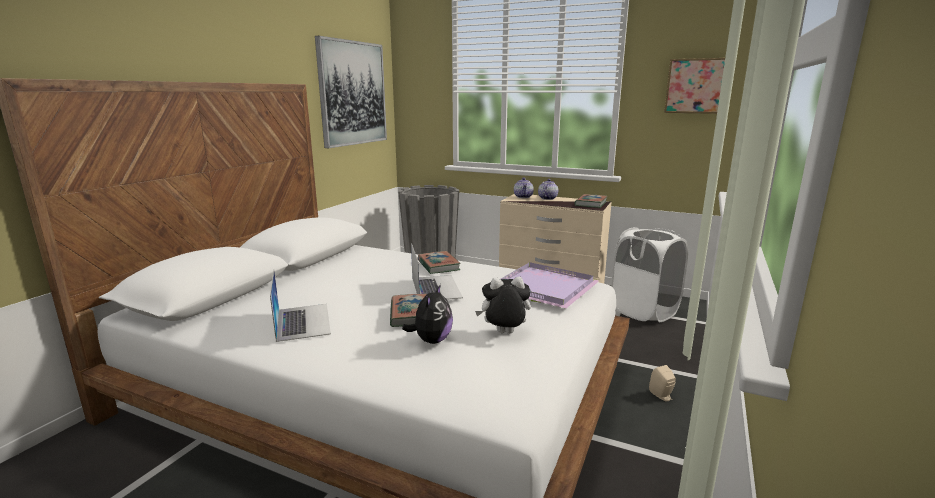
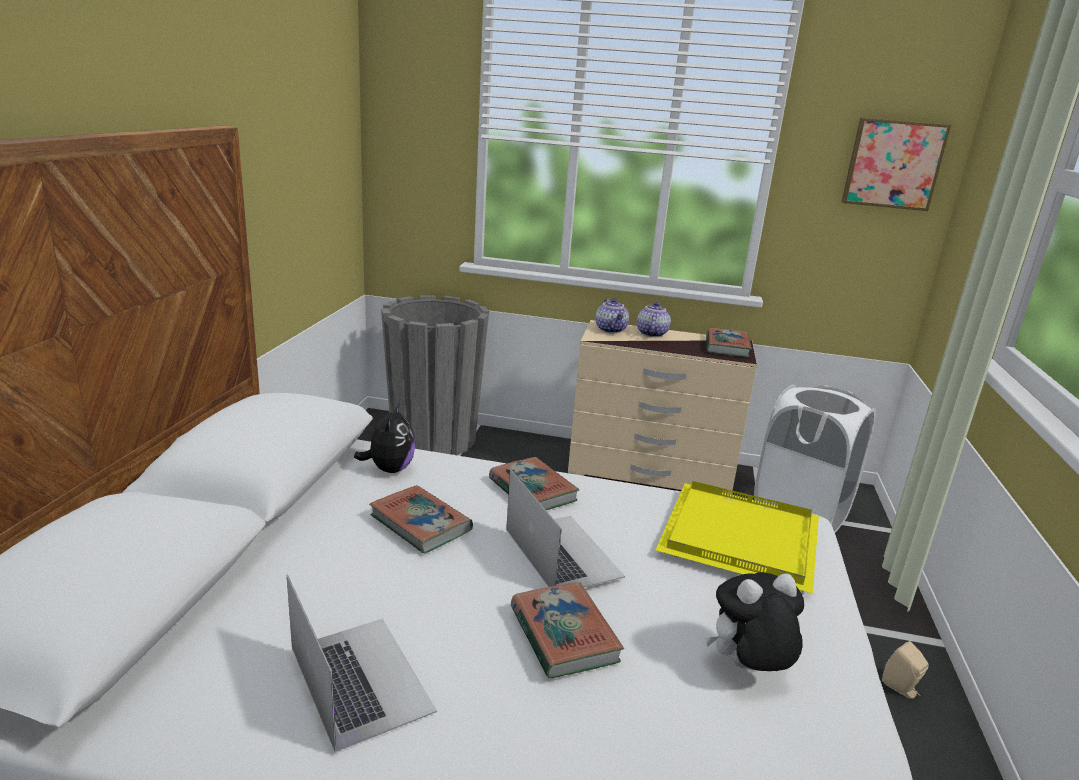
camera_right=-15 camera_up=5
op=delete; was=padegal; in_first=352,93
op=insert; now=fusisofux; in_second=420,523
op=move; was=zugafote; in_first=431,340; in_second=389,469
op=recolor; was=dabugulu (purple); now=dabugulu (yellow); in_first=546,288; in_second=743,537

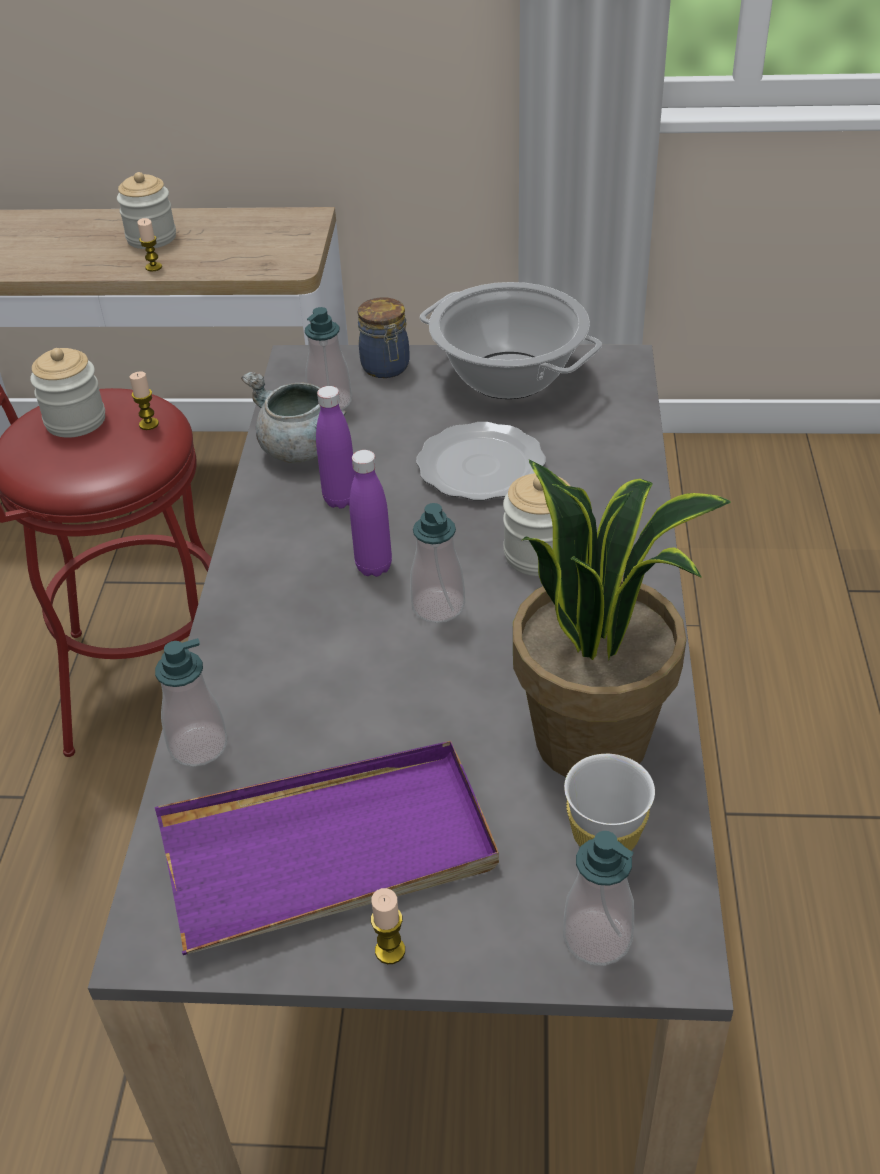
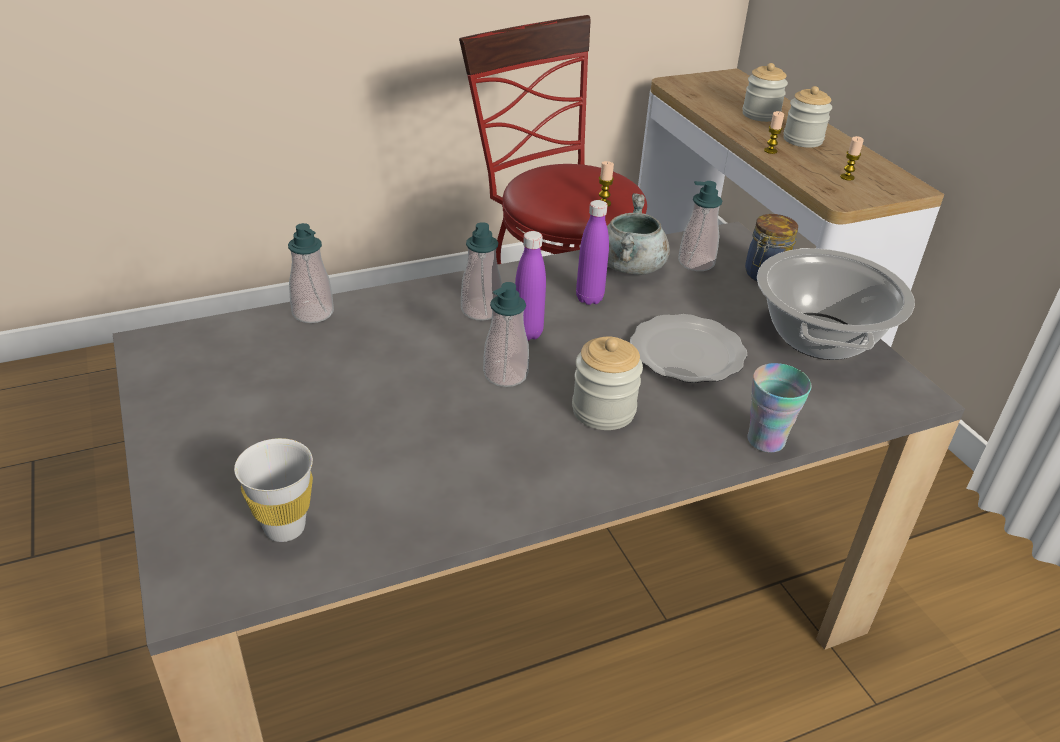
camera_right=60 camera_up=-5
op=delete; was=dabugulu (purple); in_first=328,851
op=delete; was=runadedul; in_first=593,739
op=insert; now=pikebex; in_second=766,440
op=move; was=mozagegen; in_first=75,421; in_second=760,115
op=move; was=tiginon; in_first=390,950; in_second=847,177
op=move; was=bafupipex; in_first=597,937; in_second=481,310

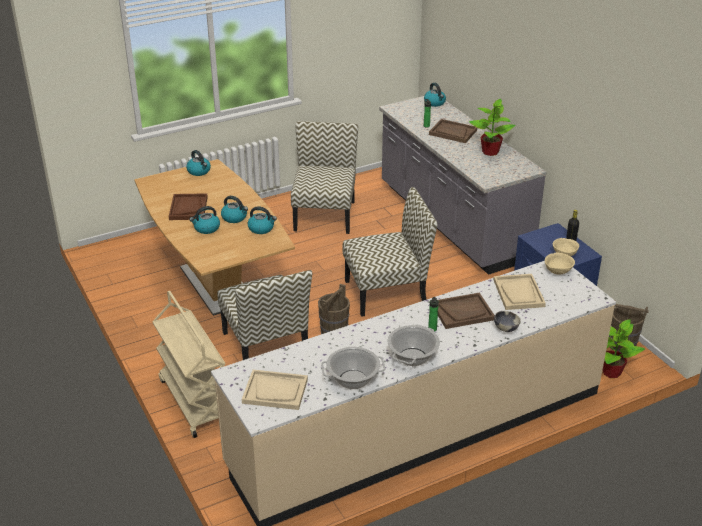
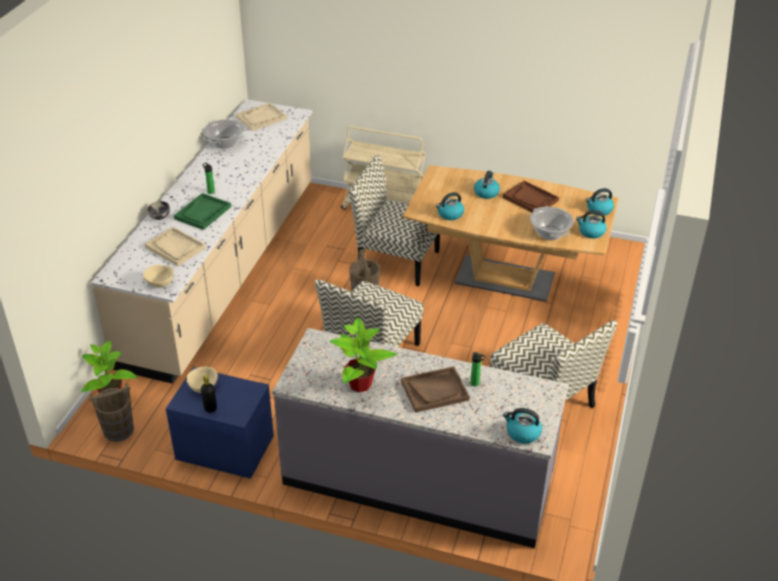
camera_right=135 camera_up=5
op=move; was=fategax; in_first=235,218; in_second=599,210
op=move; was=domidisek; in_first=412,357; in_second=550,233
op=recolor; was=dabugulu (brown); now=dabugulu (green); in_first=462,312; in_second=203,213

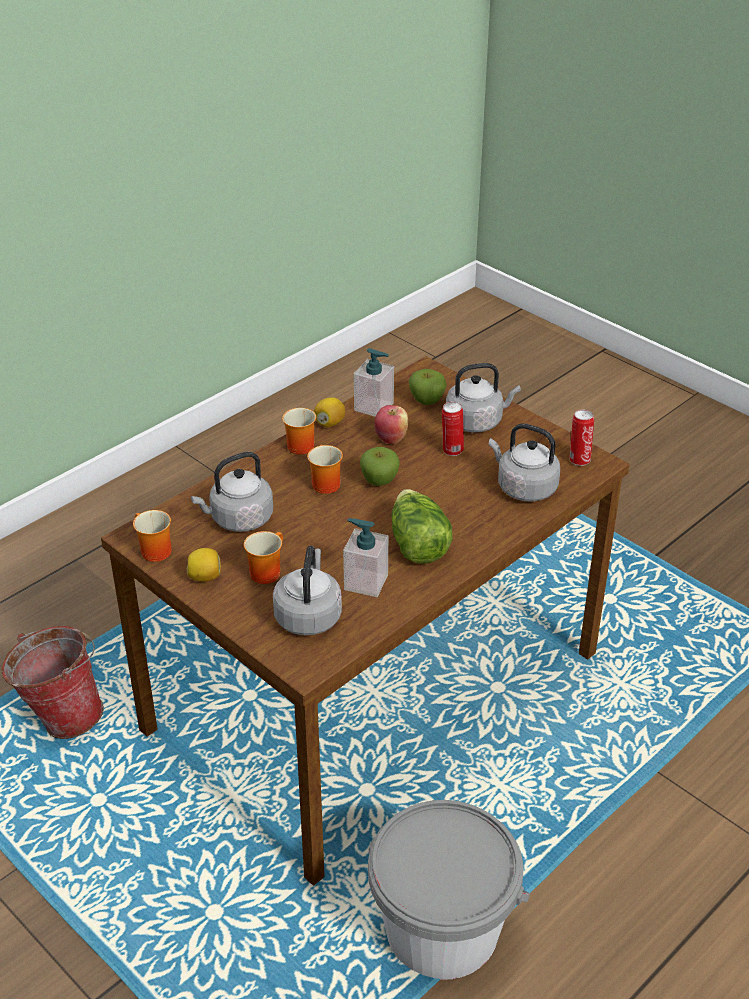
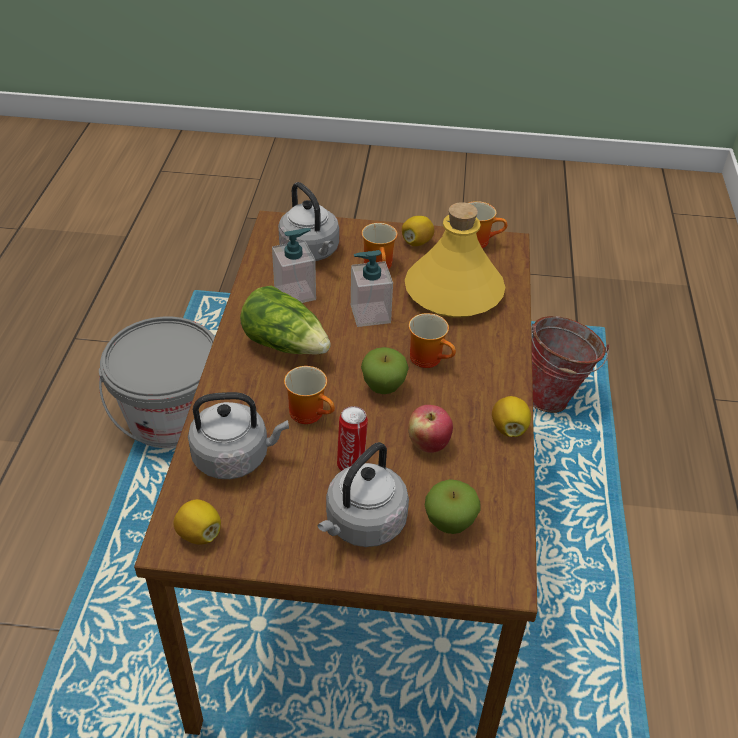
camera_right=140 camera_up=5
op=move; was=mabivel; in_first=298,445; in_second=311,412
op=move; was=bafupipex; in_first=374,407; in_second=370,314
op=replace; was=fategax (grey); now=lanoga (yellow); in_first=238,519; in_second=453,291
op=replace; was=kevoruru; now=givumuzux; in_first=579,460; in_second=199,533

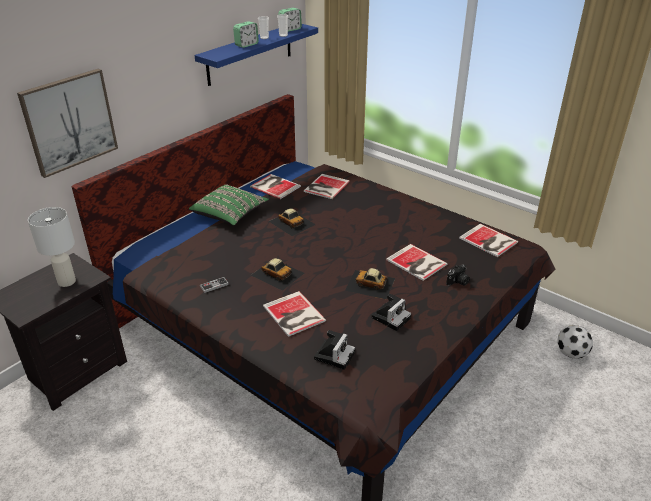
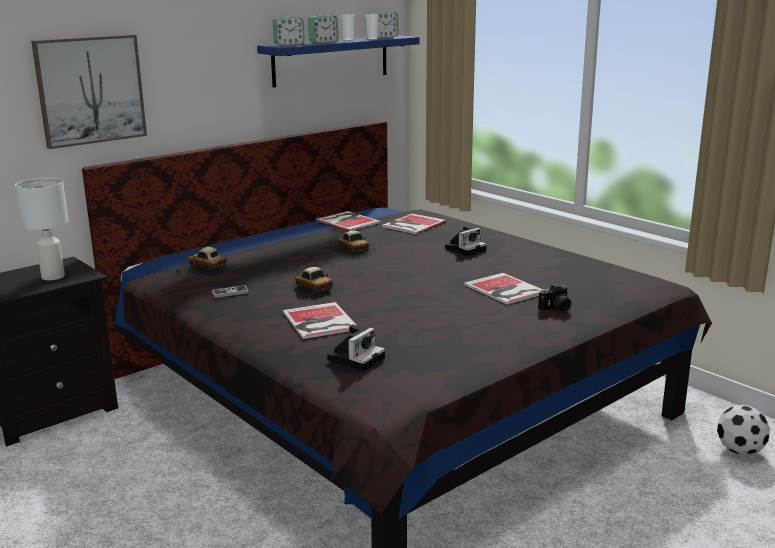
camera_right=10 camera_up=-15
op=delete; was=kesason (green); in_first=230,214
op=delete; was=fusisofux; in_first=489,241
op=insert; now=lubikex; in_second=289,44
op=move; was=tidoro; in_first=370,284; in_second=207,267
op=move; was=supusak; in_first=391,317; in_second=466,249

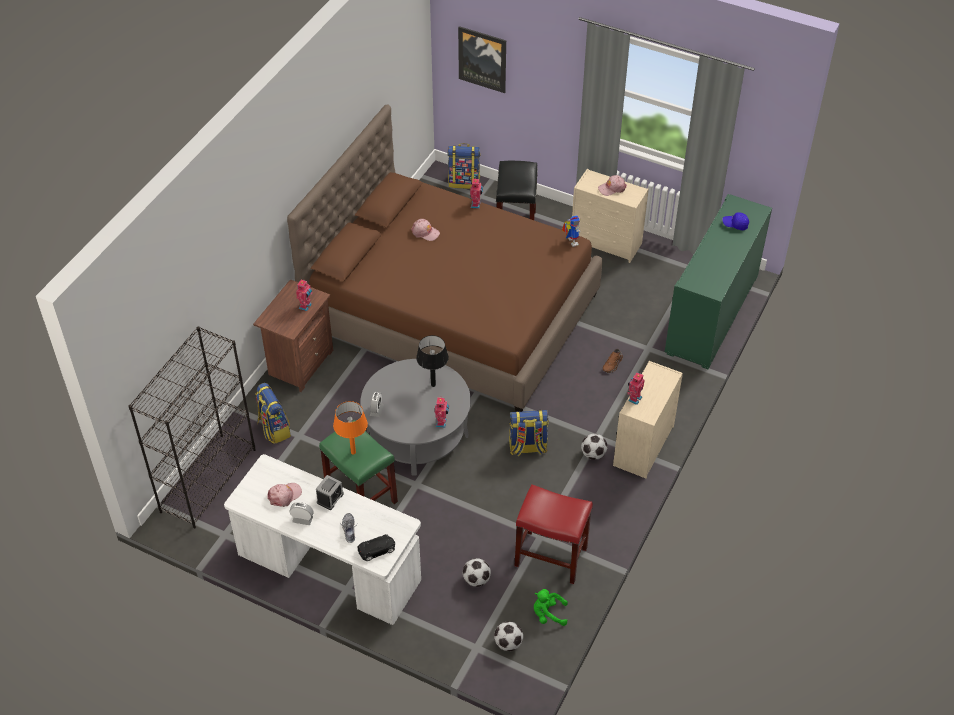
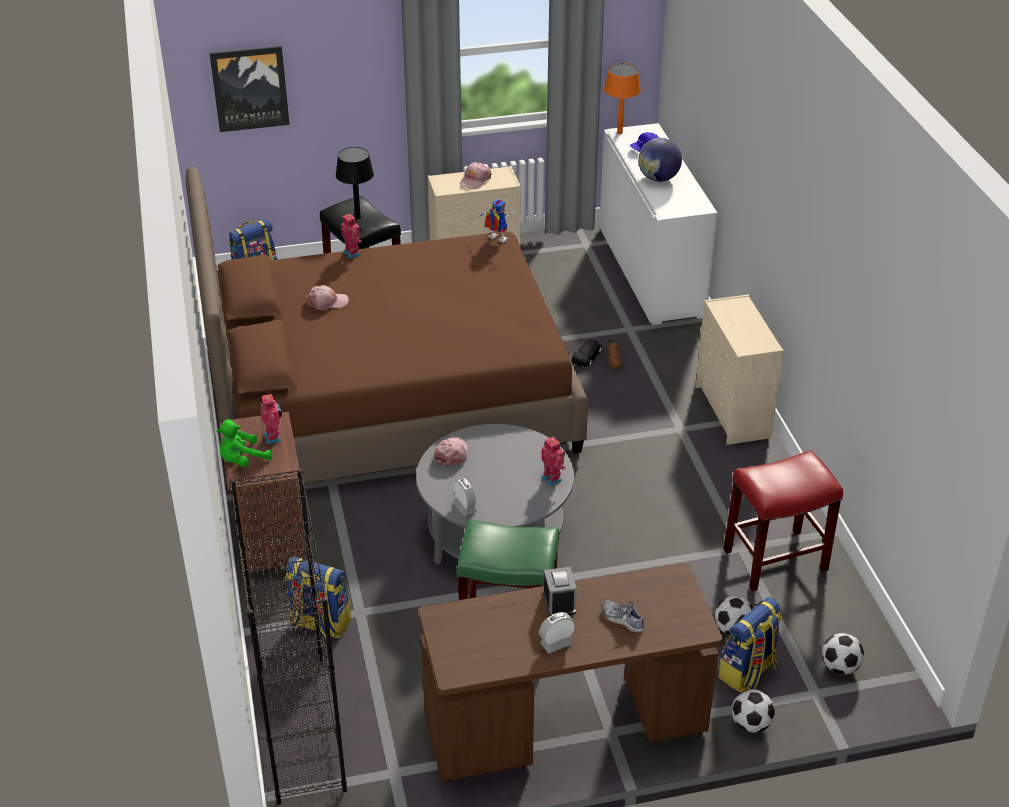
camera_right=-40 camera_up=-10
op=delete; was=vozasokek; in_first=634,398
op=insert; now=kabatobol; in_second=658,178
op=move; was=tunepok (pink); in_first=284,495; in_second=451,454
op=move; was=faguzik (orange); in_first=353,452; in_second=619,132
op=move; was=tidoro (black); in_first=377,550; in_second=586,357
op=move; was=faguzik (black); in_first=433,385; in_second=357,218
op=move; was=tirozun; in_first=527,447; in_second=748,672
op=move; was=zugafote (green); in_first=548,614; in_second=242,460
op=move; was=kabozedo; in_first=593,454; in_second=751,724
op=recolor; was=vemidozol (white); now=vemidozol (brown); in_first=329,569; in_second=565,725
op=recolor; was=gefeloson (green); now=gefeloson (white); in_first=712,314; in_second=650,272

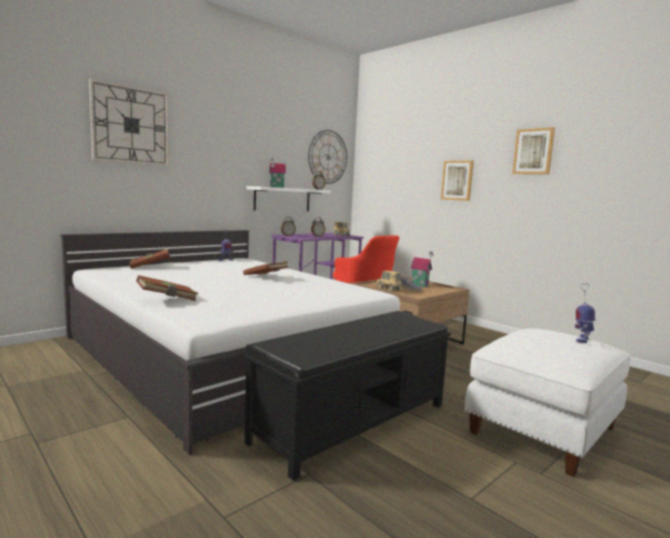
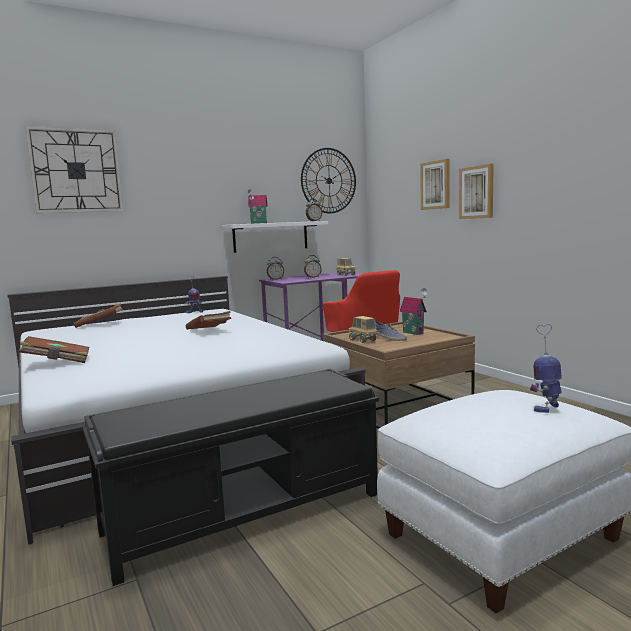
camera_right=15 camera_up=0
op=move; was=padegal; in_first=533,151; in_second=435,185

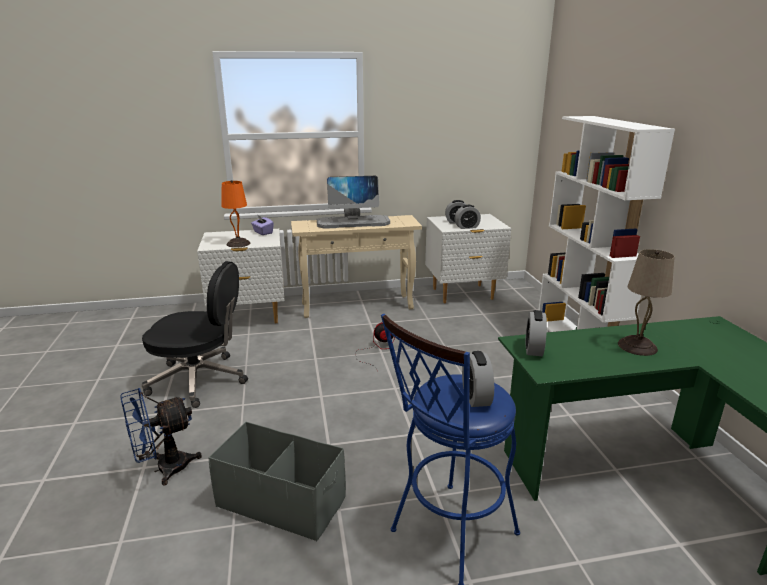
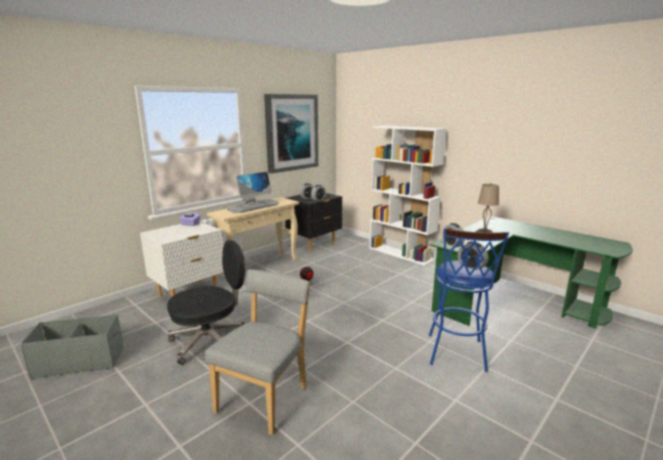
camera_right=-35 camera_up=-5
op=delete; was=faguzik (orange); in_first=237,244
op=insert; now=padegal; in_second=291,132
op=move; was=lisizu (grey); in_first=281,501; in_second=80,361
op=replace; was=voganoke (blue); now=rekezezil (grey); in_first=164,469; in_second=265,397
op=recolor; was=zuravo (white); now=zuravo (black); in_first=463,294; in_second=314,245

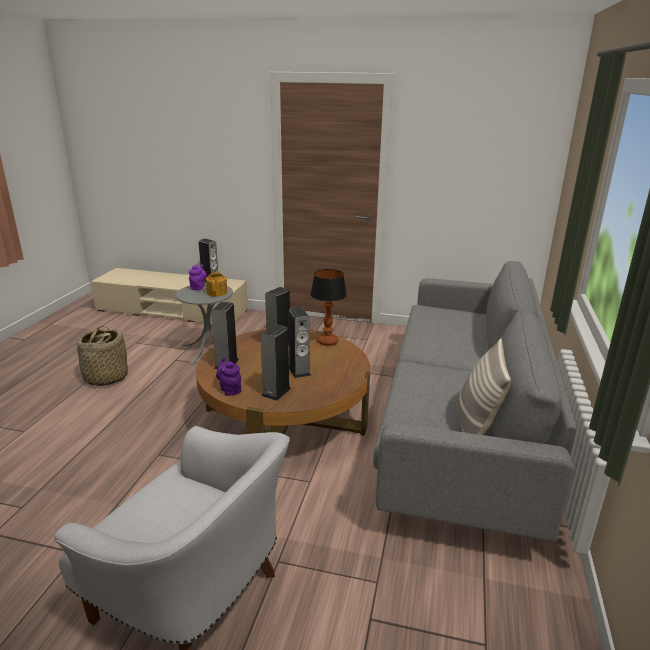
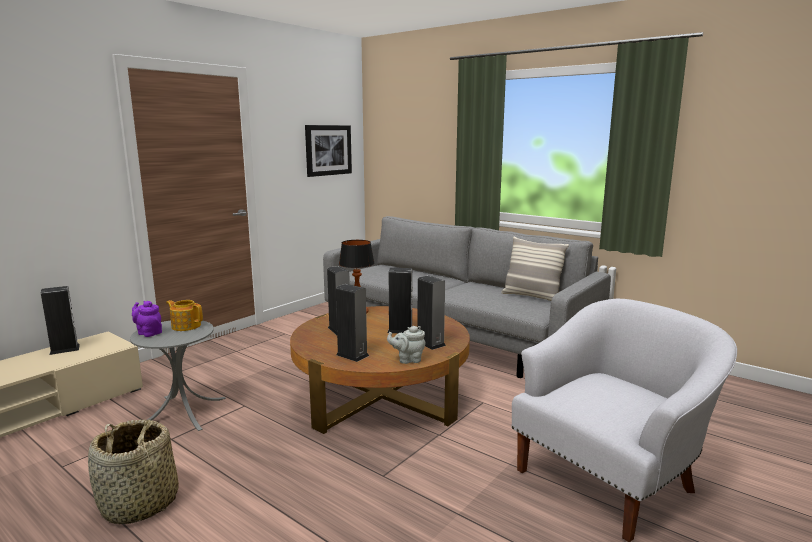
camera_right=-65 camera_up=-10
op=insert; now=padegal; in_second=328,150
op=recolor; was=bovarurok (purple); now=bovarurok (grey); in_first=230,389; in_second=408,360

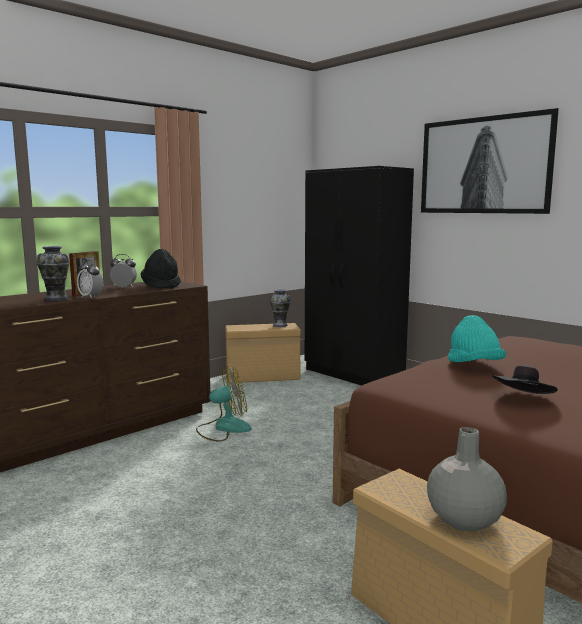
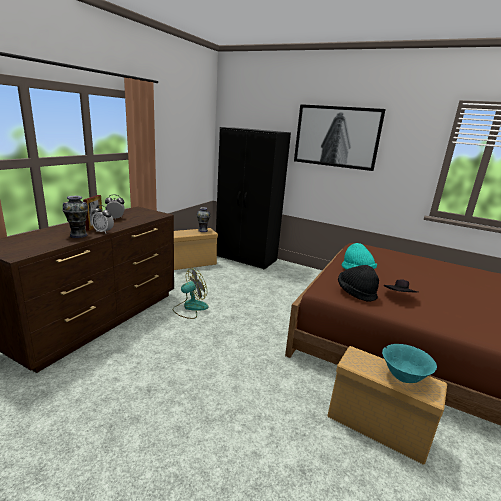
camera_right=-20 camera_up=10
op=move; was=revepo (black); in_first=161,286; in_second=356,293
op=replace; was=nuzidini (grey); now=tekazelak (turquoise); in_first=463,518; in_second=403,377

